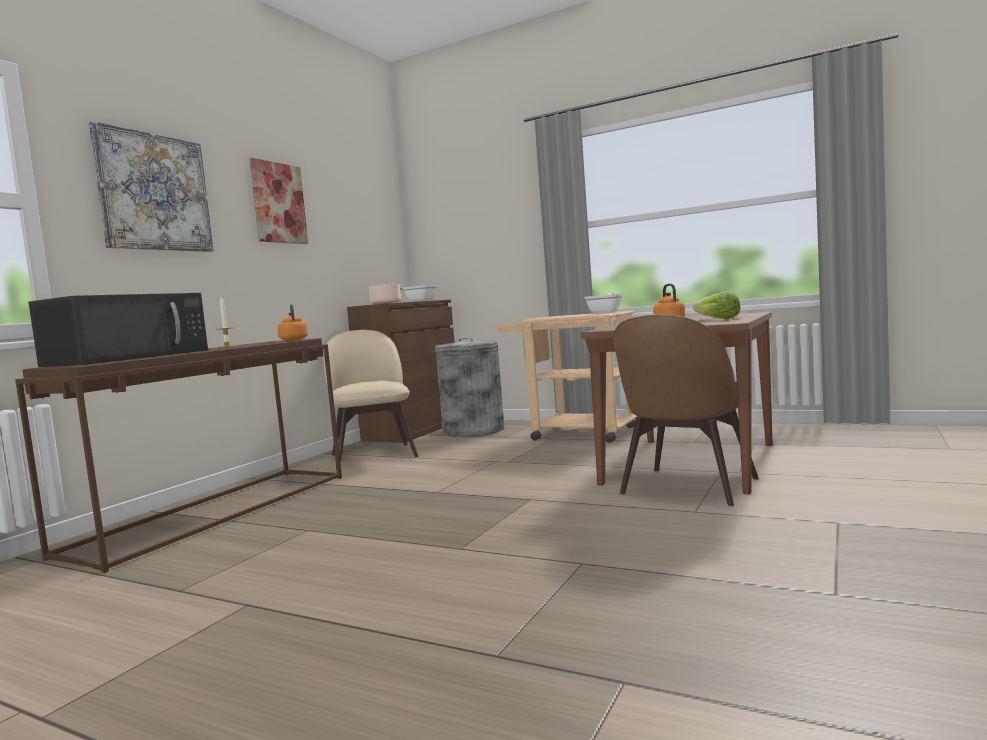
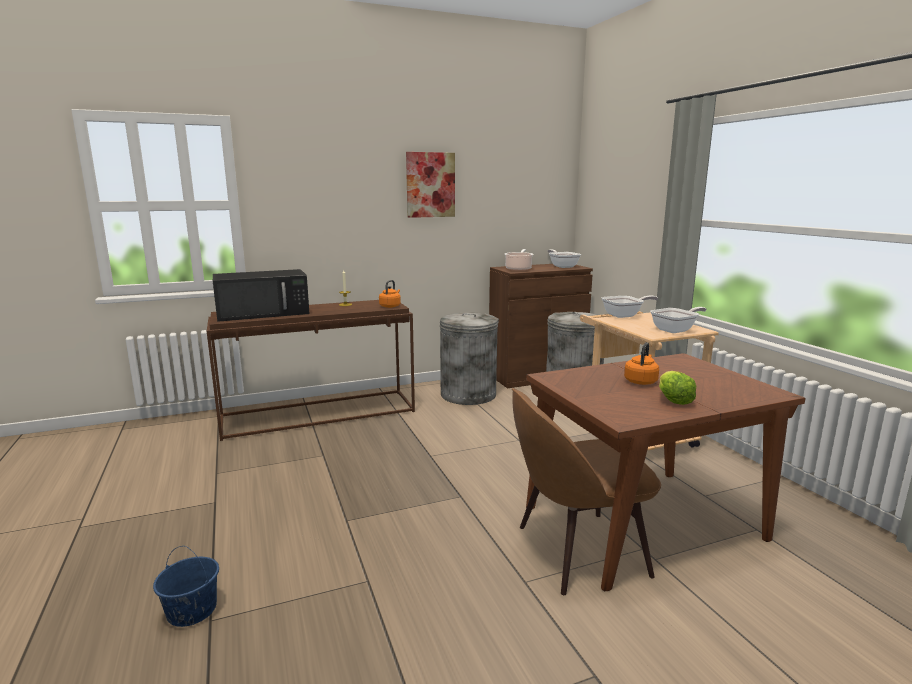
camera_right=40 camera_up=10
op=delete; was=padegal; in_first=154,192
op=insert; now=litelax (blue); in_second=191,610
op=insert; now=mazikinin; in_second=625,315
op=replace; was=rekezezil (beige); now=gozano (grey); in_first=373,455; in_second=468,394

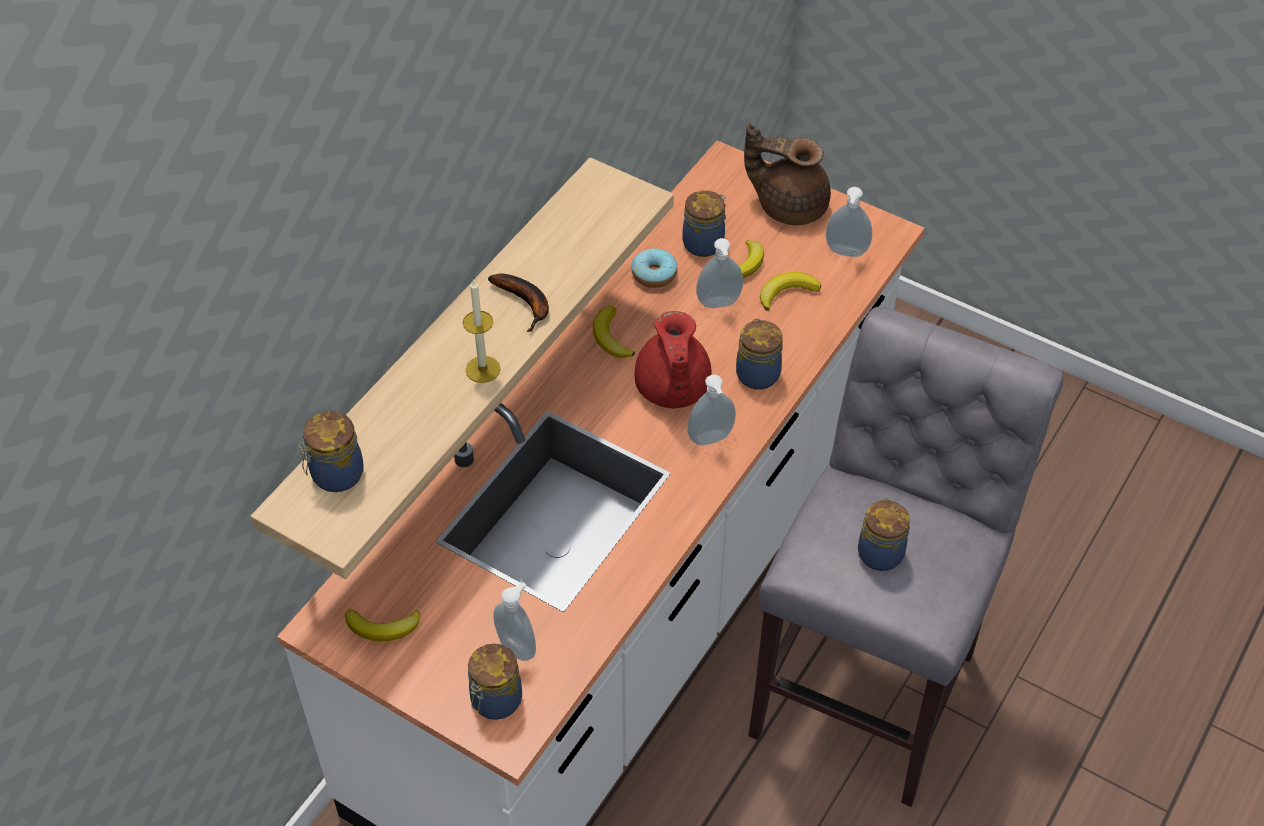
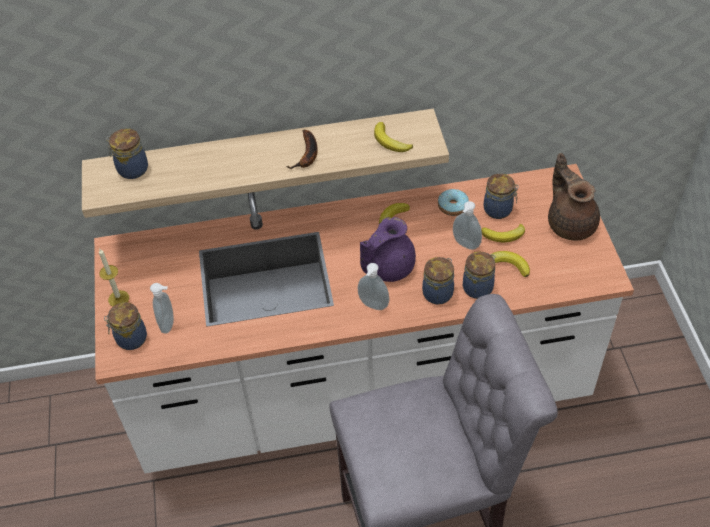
camera_right=50 camera_up=0
op=delete; was=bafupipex; in_first=846,253
op=move; was=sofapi; in_first=383,627; in_second=390,141
op=move; was=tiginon; in_first=483,369; in_second=118,299
op=move; was=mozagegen; in_first=880,552; in_second=479,287
op=recolor; was=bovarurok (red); now=bovarurok (purple); in_first=671,390; in_second=386,267

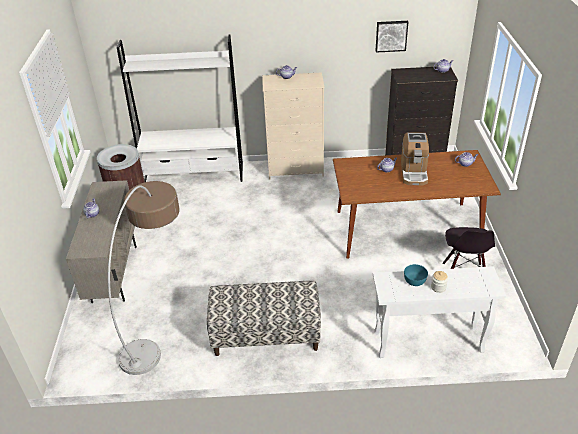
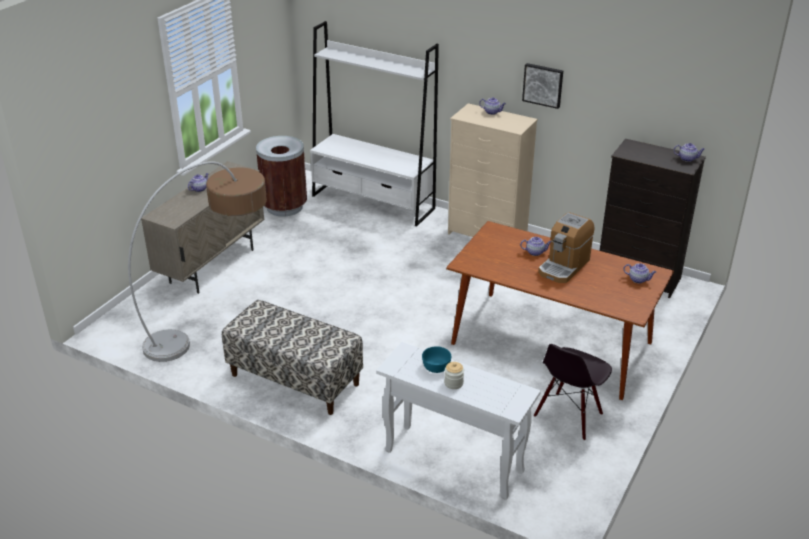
camera_right=30 camera_up=-5
op=move; was=padegal; in_first=391,35; in_second=543,85

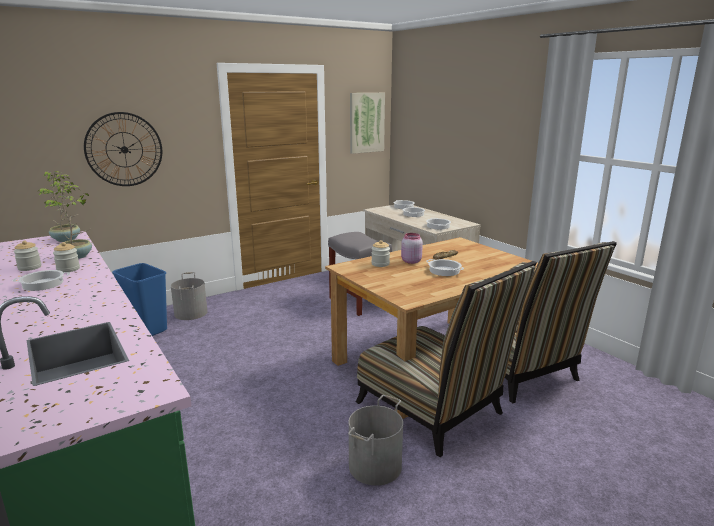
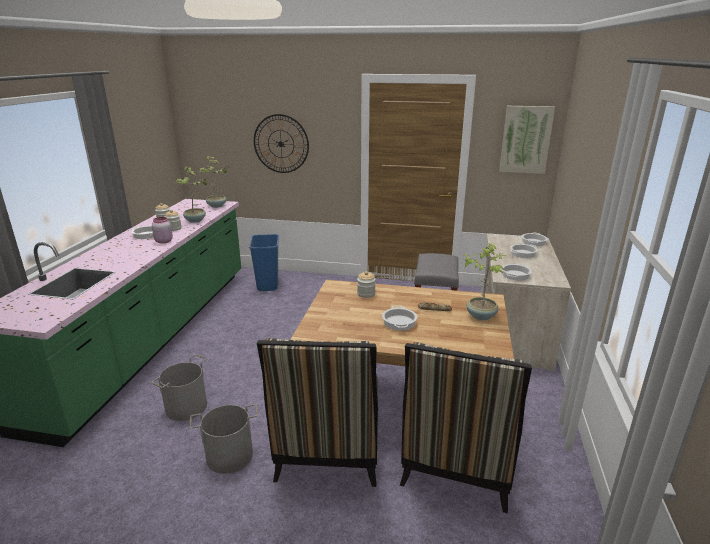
camera_right=45 camera_up=5
op=insert; now=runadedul; in_second=481,315
op=move; was=litelax (grey); in_first=191,313; in_second=186,407
op=move; was=mozagegen (pink); in_first=410,261; in_second=163,241

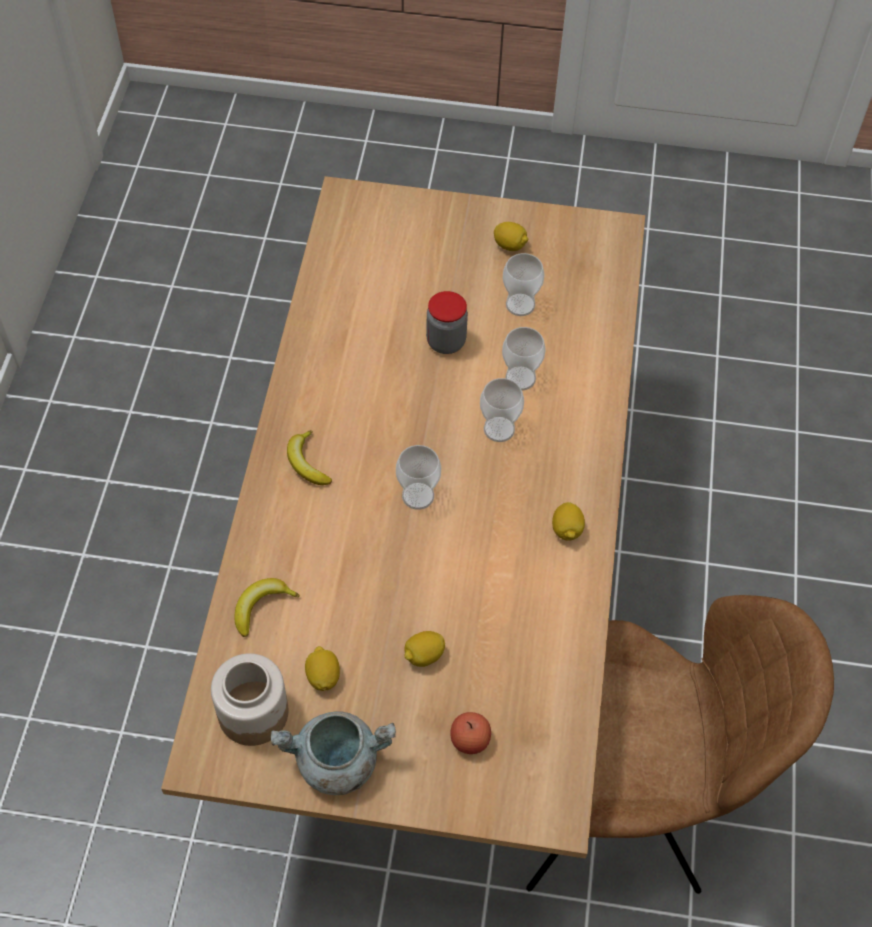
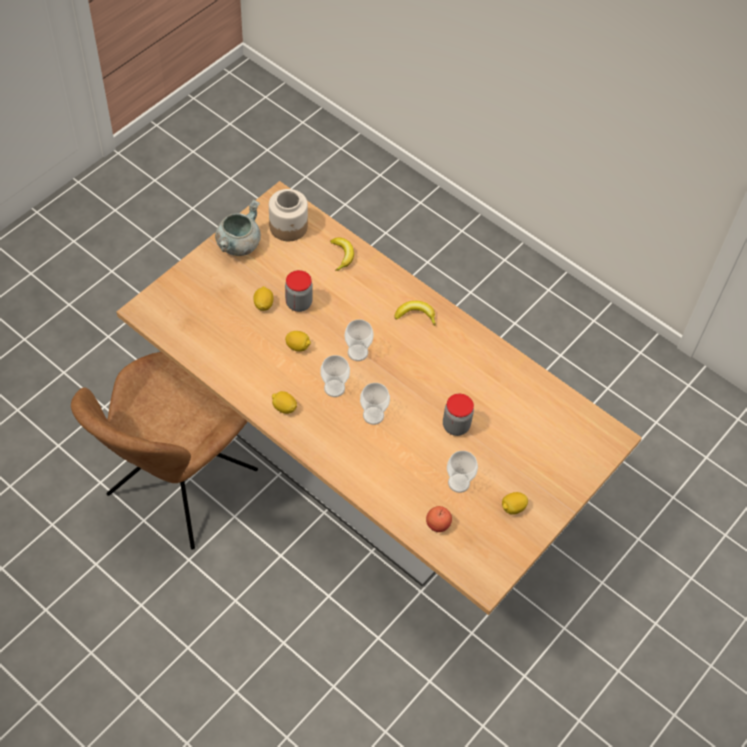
camera_right=120 camera_up=0
op=insert; now=mozagegen; in_second=299,303
op=move; was=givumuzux; in_first=323,676; in_second=298,346
op=move; was=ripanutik; in_first=470,740; in_second=438,524
op=move; was=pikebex; in_first=520,378; in_second=334,388

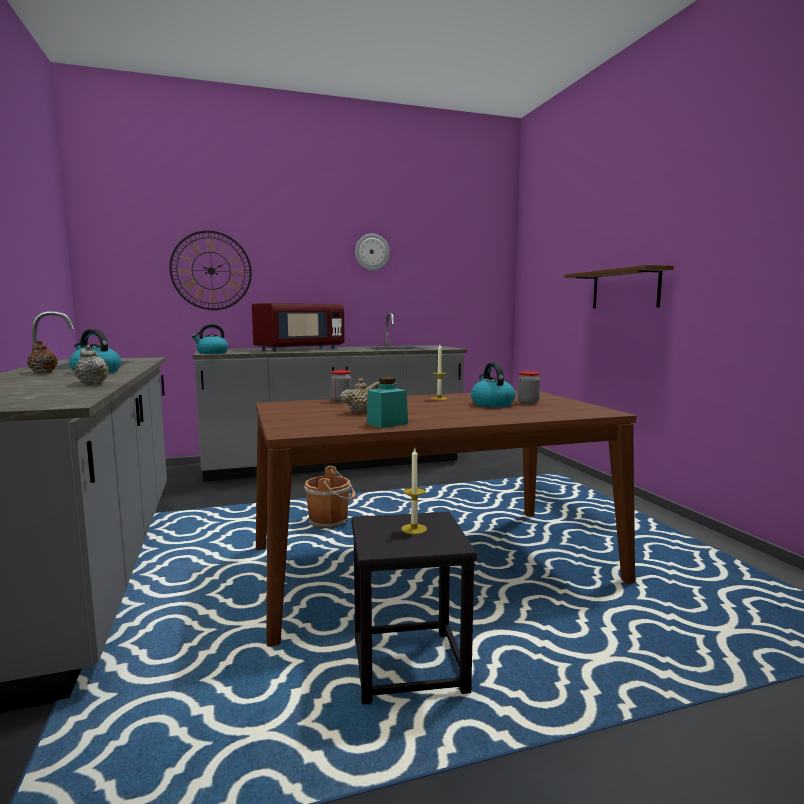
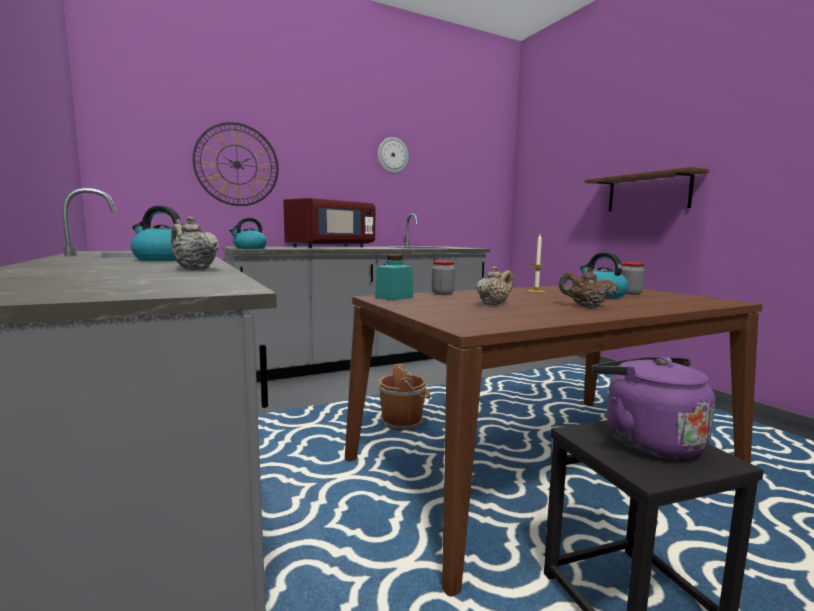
camera_right=-10 camera_up=0
op=move; was=bovarurok (brown); in_first=43,372; in_second=585,306
op=move; was=mozagegen (turquoise); in_first=387,423; in_second=394,297
op=replace; was=tiginon; now=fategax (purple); in_first=414,529; in_second=646,441

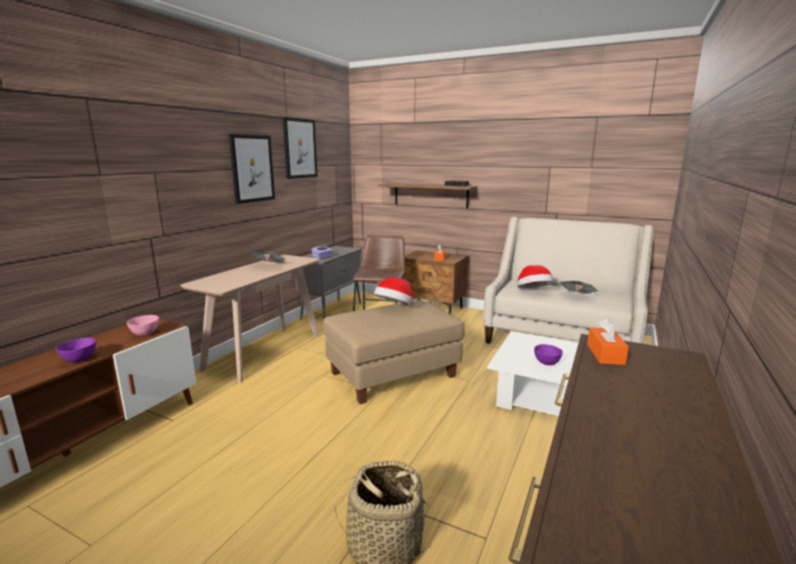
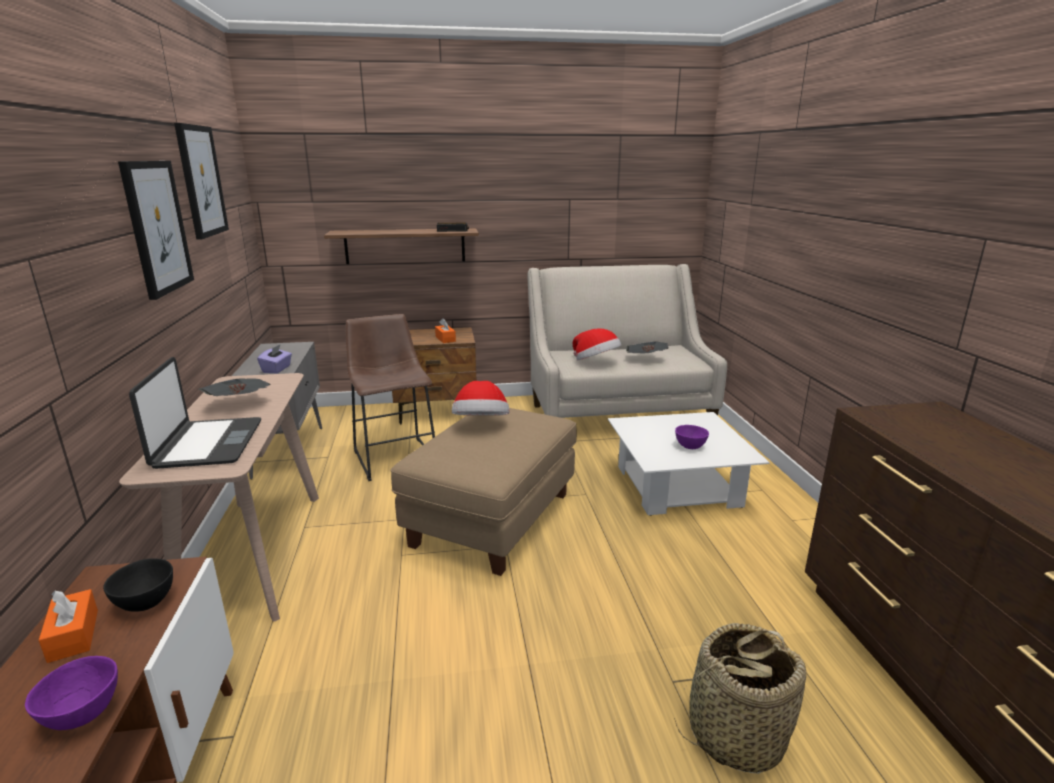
camera_right=-35 camera_up=5
op=insert; now=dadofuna; in_second=207,444
op=move; was=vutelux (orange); in_first=605,354; in_second=73,635
op=recolor; was=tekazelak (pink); now=tekazelak (black); in_first=145,334; in_second=146,602

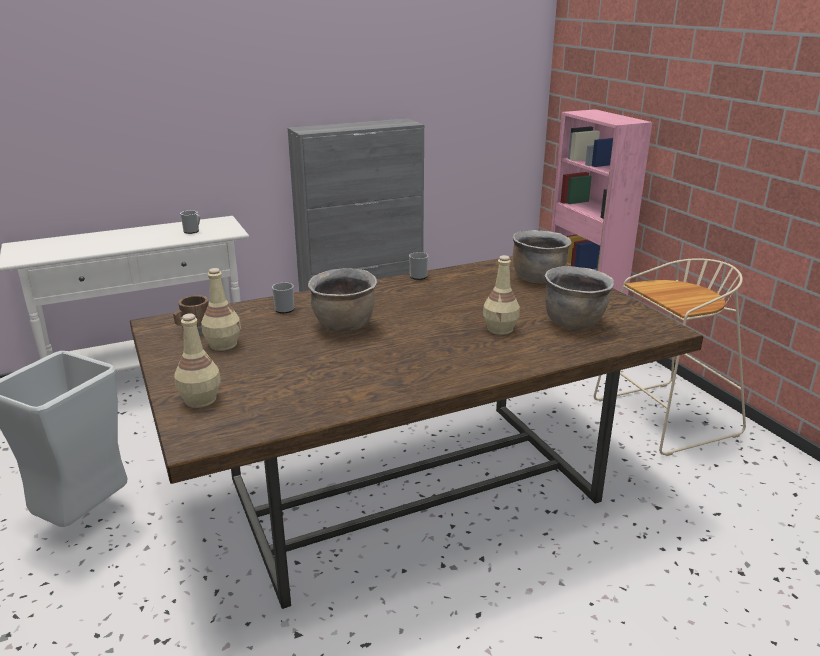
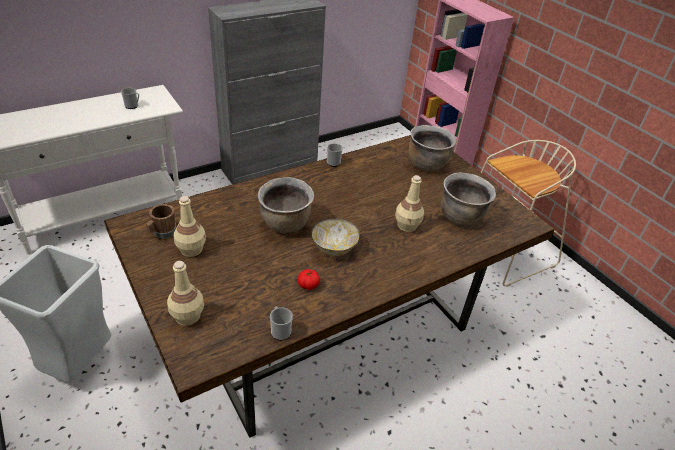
camera_right=-10 camera_up=15
op=insert; now=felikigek; in_second=308,285
op=insert; now=tekazelak; in_second=333,248
op=move; was=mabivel; in_first=284,308; in_second=280,330

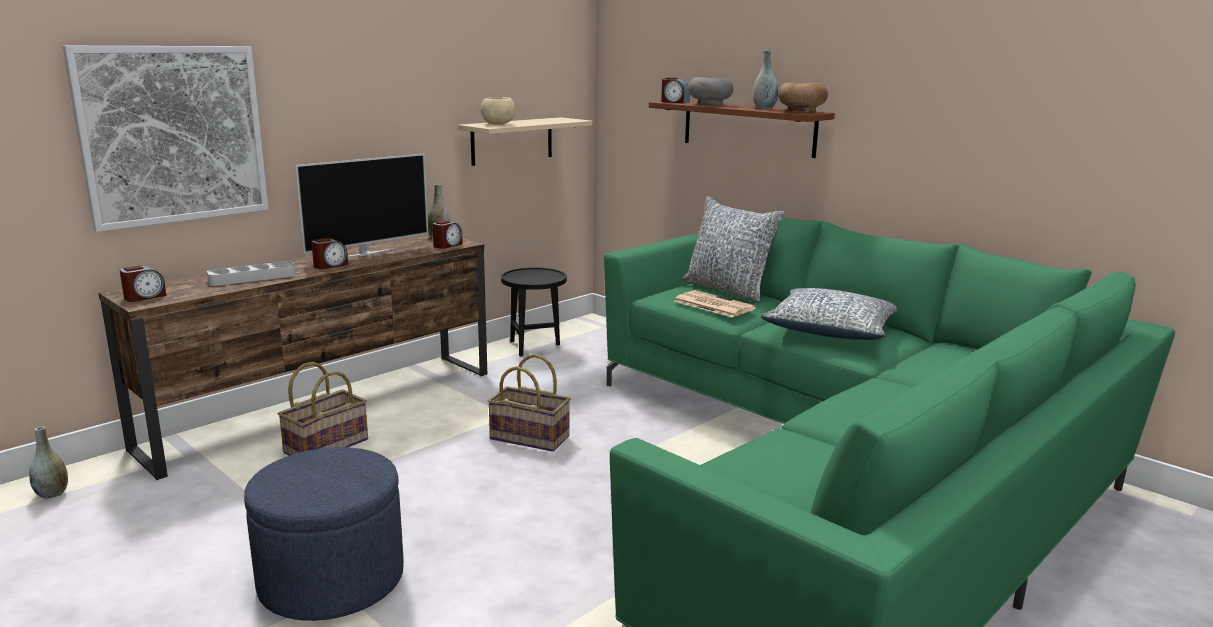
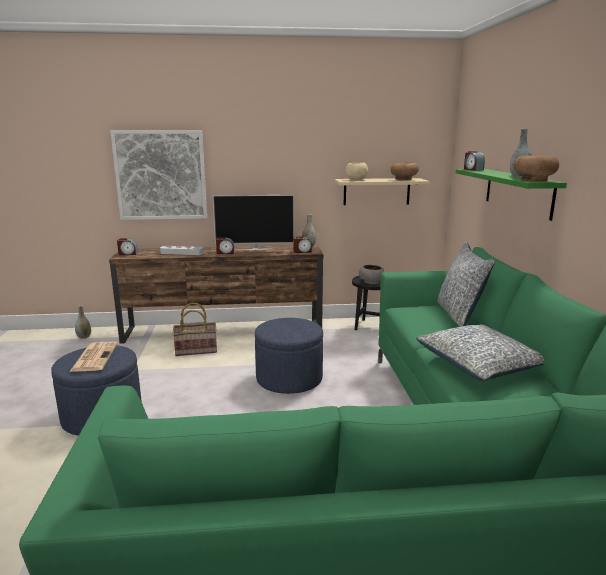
camera_right=40 camera_up=0
op=insert; now=tekazelak (brown); in_second=403,179
op=move; was=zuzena; in_first=712,305; in_second=94,357
op=move; was=tekazelak (grey); in_first=709,104; in_second=371,282
op=replace; was=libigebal; now=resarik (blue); in_first=530,437; in_second=289,379
op=recolor; was=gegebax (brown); now=gegebax (green); in_first=748,128; in_second=518,192

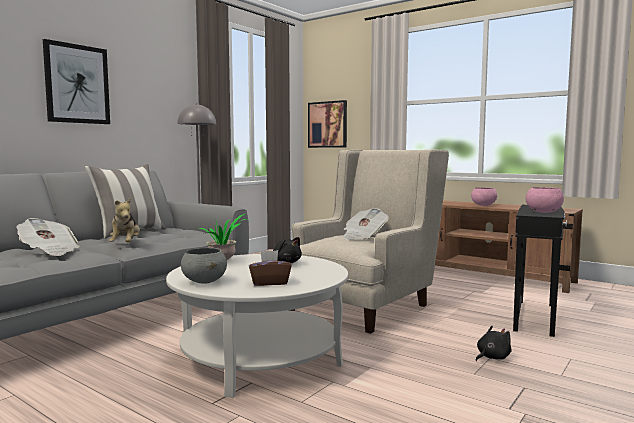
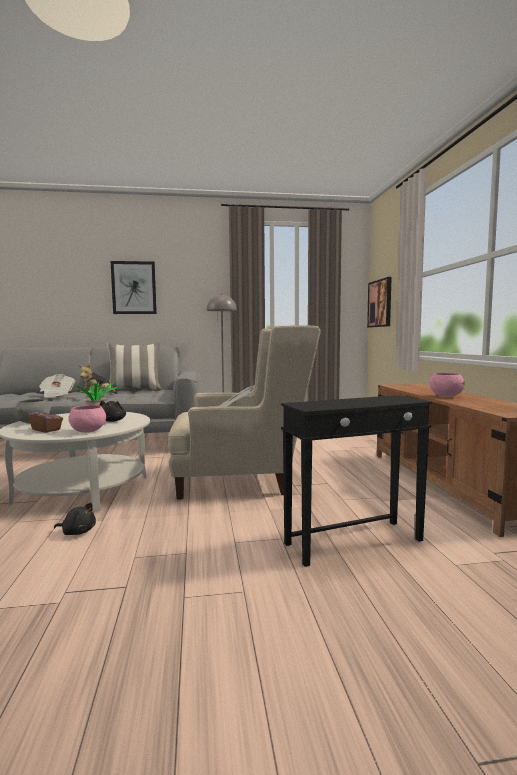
camera_right=45 camera_up=0
op=move; was=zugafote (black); in_first=492,357; in_second=77,532
op=move; was=tekazelak (pink); in_first=543,212; in_second=88,431

